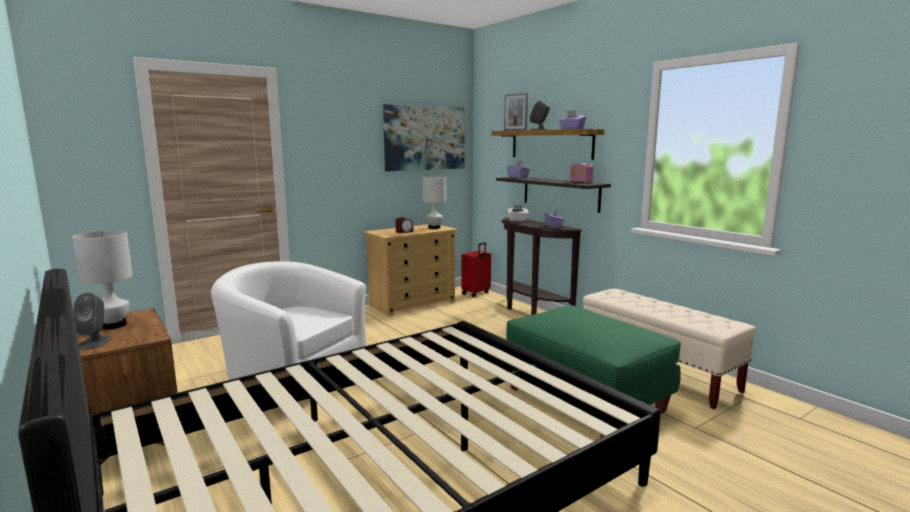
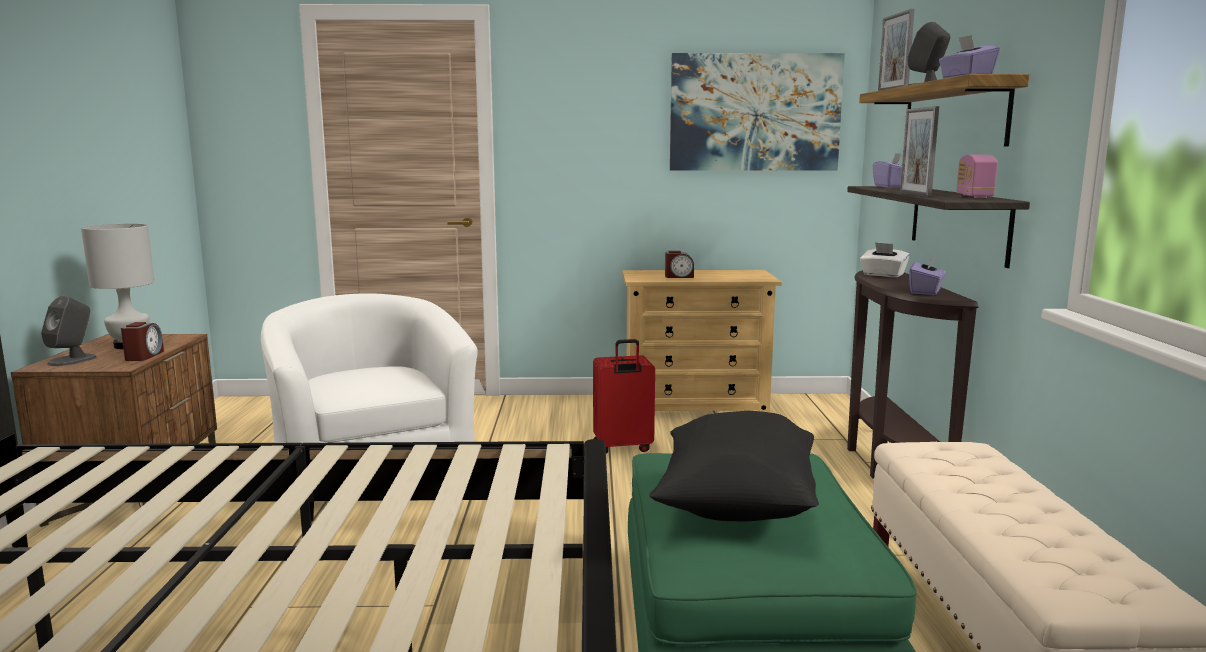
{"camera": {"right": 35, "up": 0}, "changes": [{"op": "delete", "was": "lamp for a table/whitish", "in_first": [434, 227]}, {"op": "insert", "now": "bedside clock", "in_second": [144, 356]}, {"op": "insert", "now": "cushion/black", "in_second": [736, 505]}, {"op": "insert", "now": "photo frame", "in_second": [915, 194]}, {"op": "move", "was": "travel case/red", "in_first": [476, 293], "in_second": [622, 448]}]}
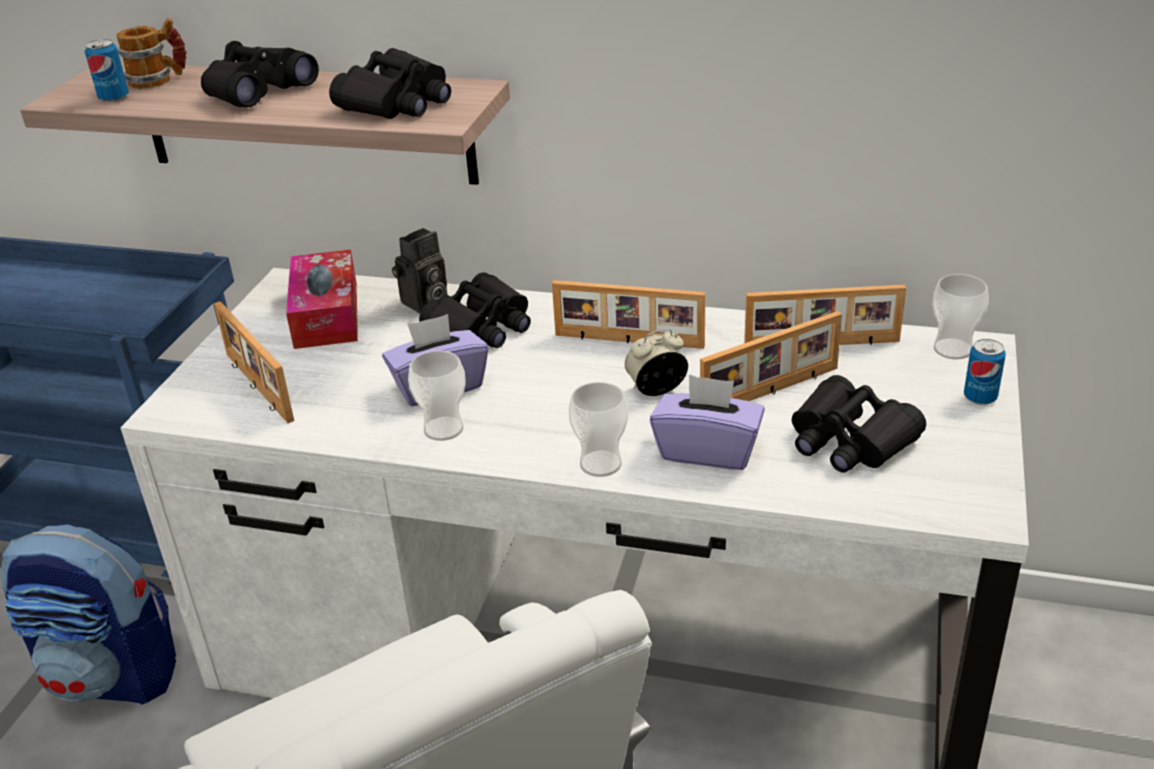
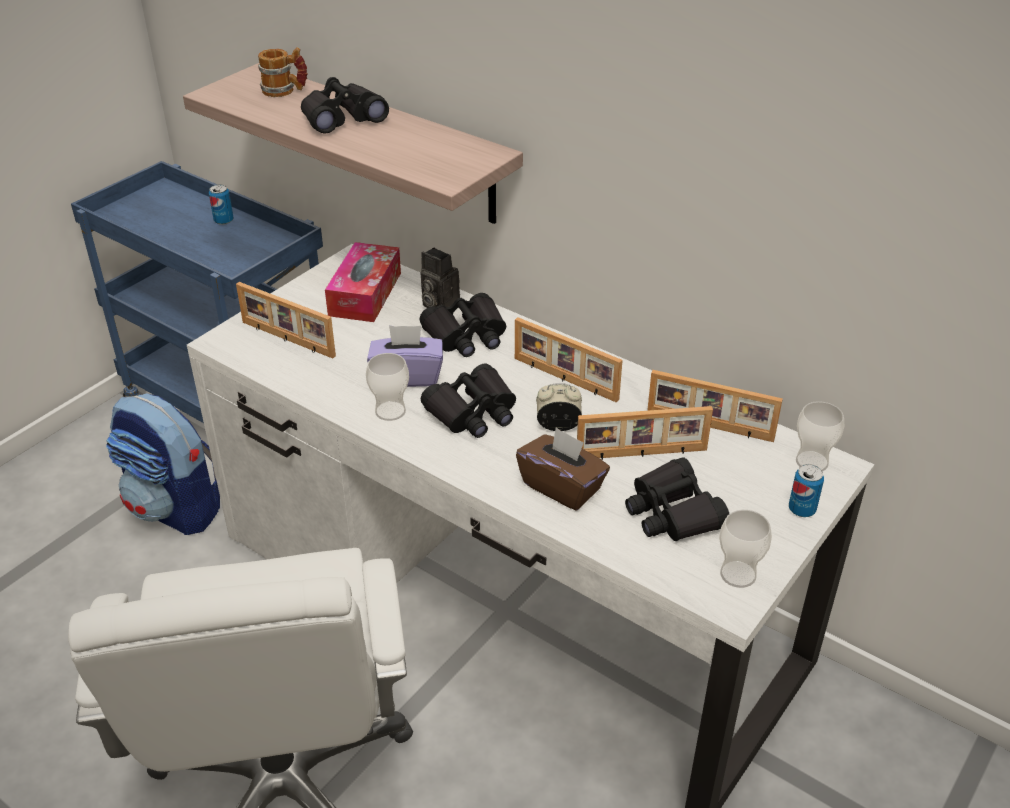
{"camera": {"right": 20, "up": 5}, "changes": [{"op": "move", "was": "can", "in_first": [114, 98], "in_second": [223, 220]}, {"op": "move", "was": "pair of binoculars/black", "in_first": [398, 102], "in_second": [473, 412]}, {"op": "move", "was": "cup", "in_first": [600, 464], "in_second": [738, 574]}, {"op": "recolor", "was": "box of tissues/purplish", "now": "box of tissues/brown-coloured", "in_first": [707, 450], "in_second": [562, 487]}, {"op": "rotate", "was": "photo frame", "in_first": [256, 387], "in_second": [287, 340], "clockwise": -45}, {"op": "rotate", "was": "photo camera", "in_first": [424, 303], "in_second": [438, 304], "clockwise": 60}]}
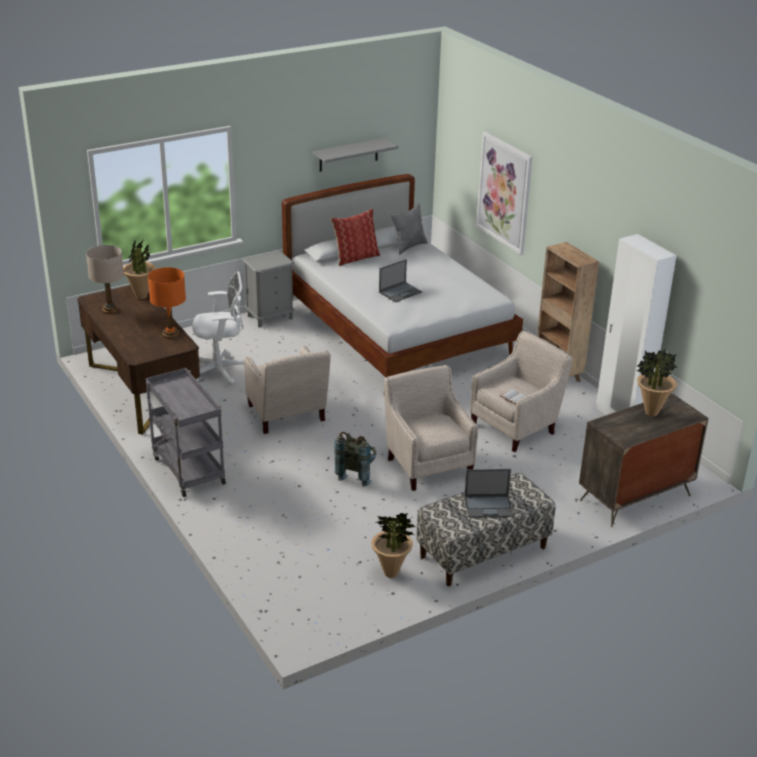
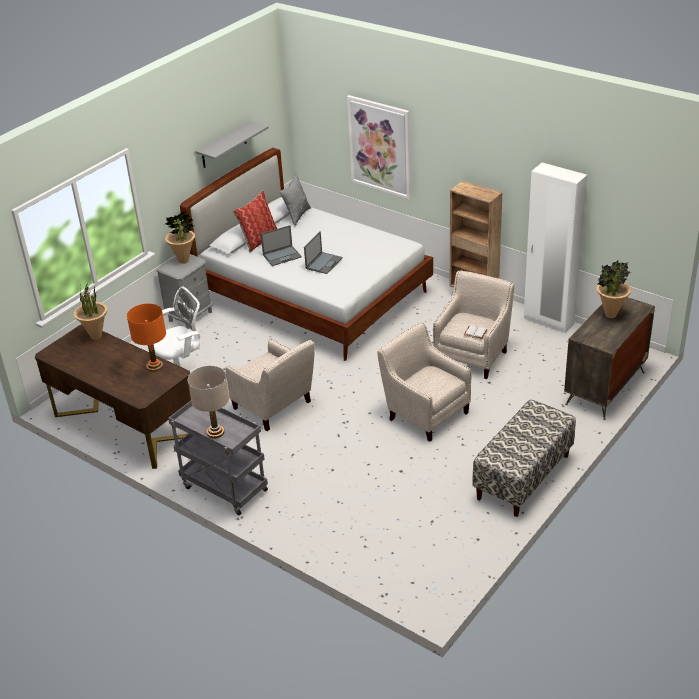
{"camera": {"right": -20, "up": 5}, "changes": [{"op": "delete", "was": "rucksack/gray", "in_first": [356, 474]}, {"op": "move", "was": "lamp for a table/beige", "in_first": [110, 310], "in_second": [215, 432]}, {"op": "move", "was": "houseplant", "in_first": [391, 573], "in_second": [184, 261]}, {"op": "move", "was": "laptop", "in_first": [489, 506], "in_second": [282, 256]}]}
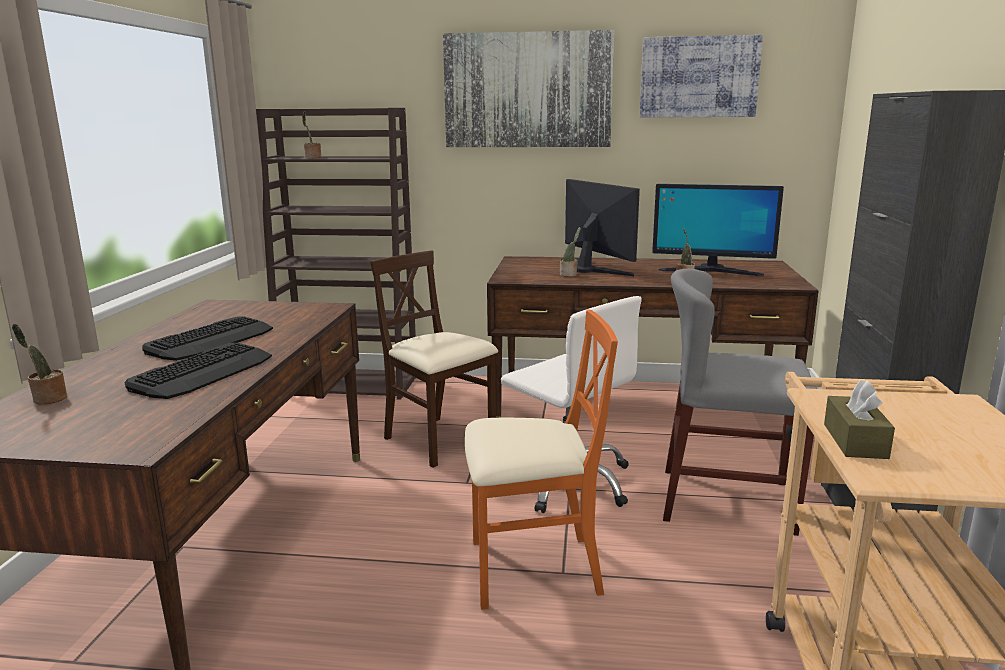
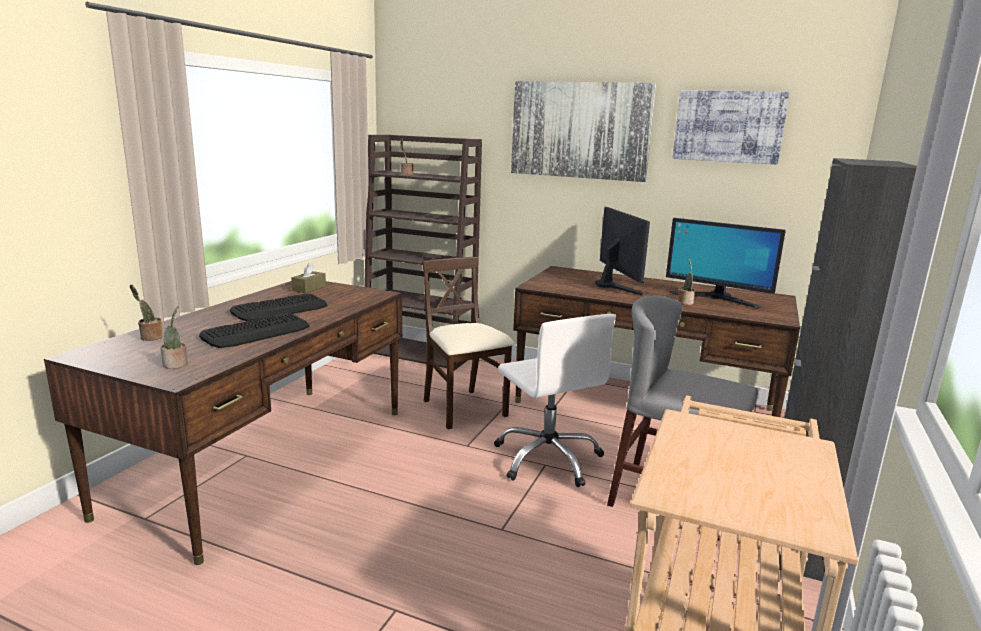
{"camera": {"right": 15, "up": 0}, "changes": [{"op": "delete", "was": "upright chair/orange", "in_first": [532, 569]}, {"op": "move", "was": "houseplant", "in_first": [569, 275], "in_second": [176, 365]}, {"op": "move", "was": "box of tissues/brown-coloured", "in_first": [855, 441], "in_second": [309, 288]}]}
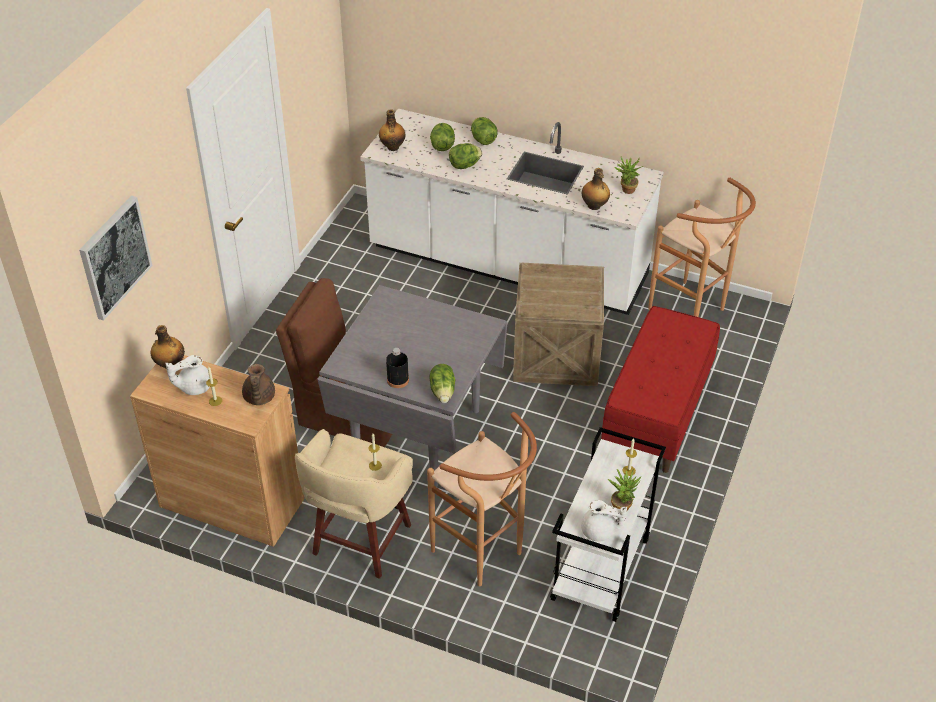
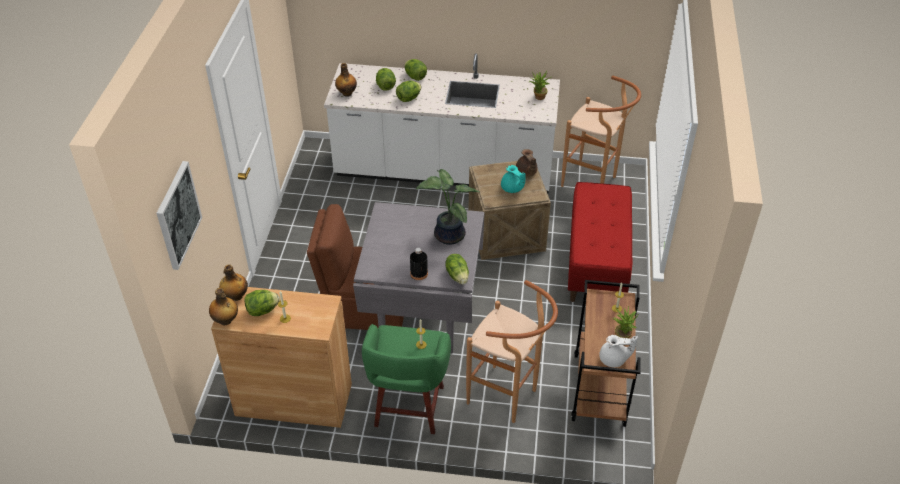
{"camera": {"right": -15, "up": 0}, "changes": [{"op": "insert", "now": "houseplant", "in_second": [447, 235]}, {"op": "insert", "now": "tea pot/turquoise", "in_second": [512, 189]}, {"op": "move", "was": "tea pot/brown-coloured", "in_first": [258, 398], "in_second": [526, 172]}, {"op": "move", "was": "bottle", "in_first": [594, 206], "in_second": [226, 320]}, {"op": "replace", "was": "tea pot/whitish", "now": "head of lettuce", "in_first": [194, 386], "in_second": [262, 310]}, {"op": "recolor", "was": "stool seat/beige", "now": "stool seat/green", "in_first": [360, 542], "in_second": [408, 409]}, {"op": "recolor", "was": "trolley/whitish", "now": "trolley/brown-coloured", "in_first": [601, 570], "in_second": [600, 390]}]}
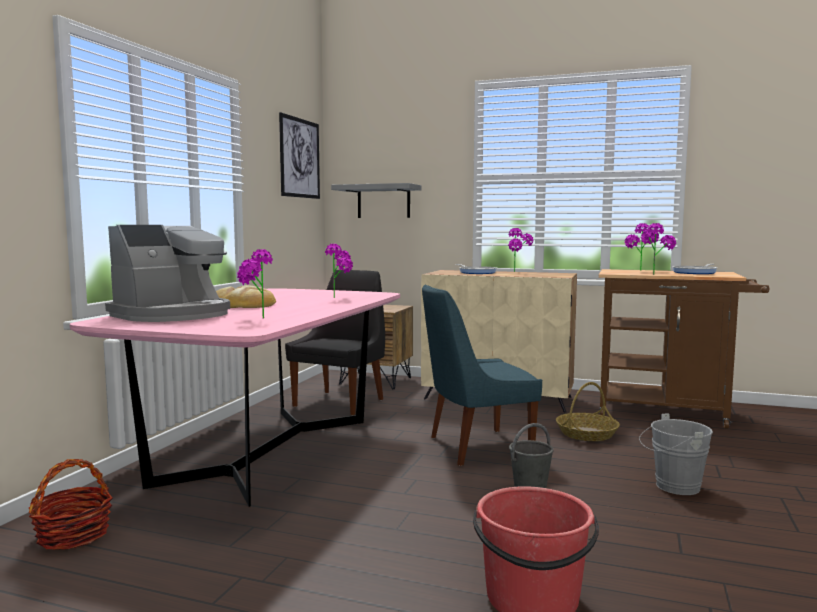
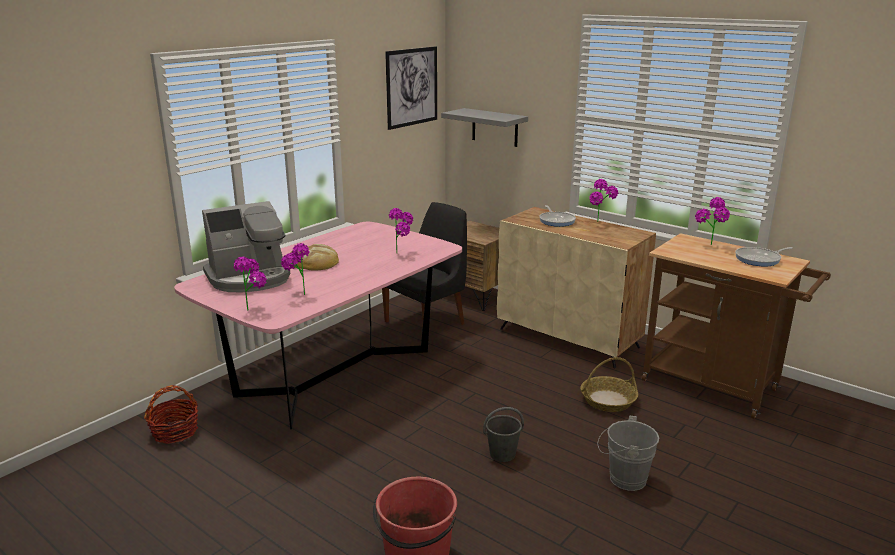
{"camera": {"right": 20, "up": 15}, "changes": [{"op": "delete", "was": "upright chair/blue", "in_first": [475, 447]}, {"op": "move", "was": "houseplant", "in_first": [654, 274], "in_second": [254, 308]}]}
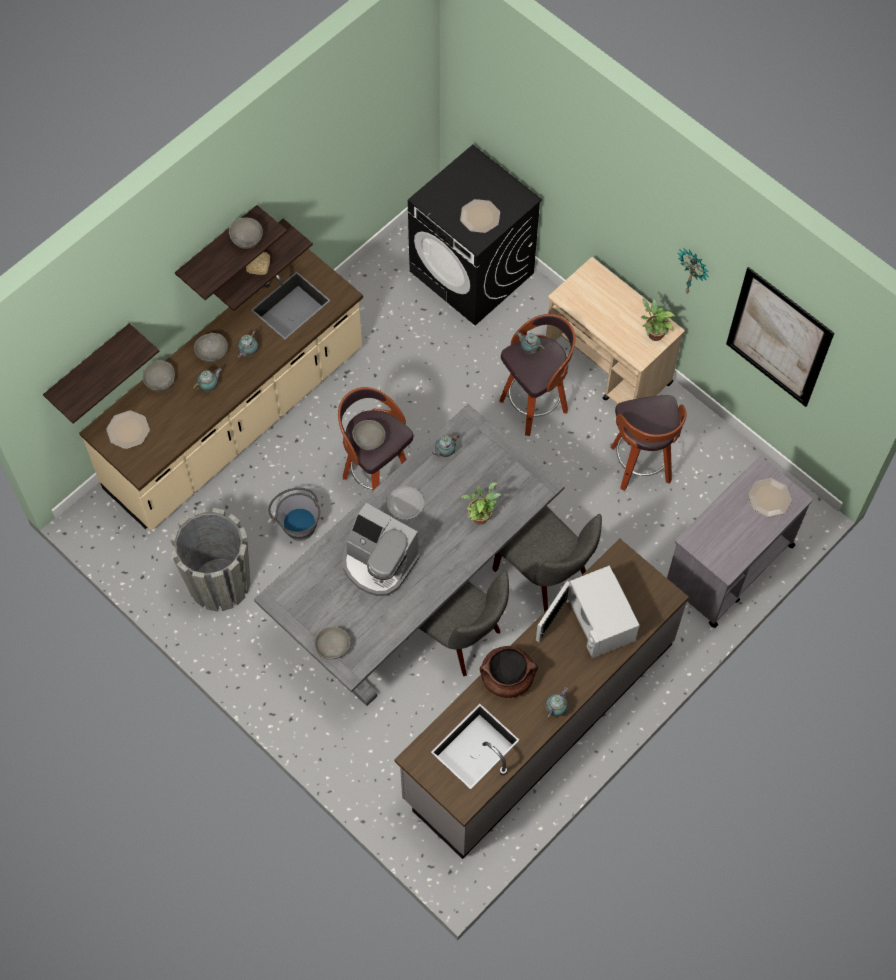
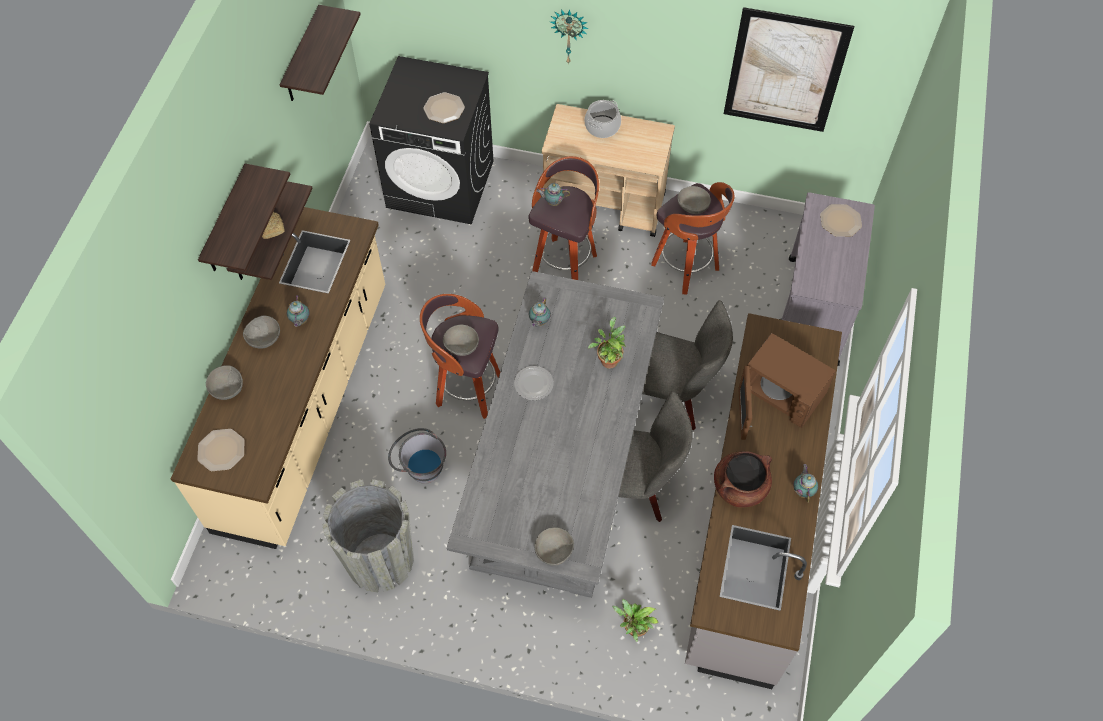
{"camera": {"right": -30, "up": -5}, "changes": [{"op": "delete", "was": "tea pot", "in_first": [209, 387]}, {"op": "delete", "was": "coffee brewer", "in_first": [378, 563]}, {"op": "insert", "now": "saucepot", "in_second": [602, 127]}, {"op": "move", "was": "shelf", "in_first": [89, 367], "in_second": [302, 57]}, {"op": "move", "was": "deep dish/gray", "in_first": [247, 240], "in_second": [693, 207]}, {"op": "move", "was": "houseplant", "in_first": [653, 333], "in_second": [633, 629]}, {"op": "move", "was": "clock on the wall", "in_first": [693, 271], "in_second": [569, 35]}, {"op": "recolor", "was": "microwave/whitish", "now": "microwave/brown-coloured", "in_first": [595, 619], "in_second": [779, 393]}]}
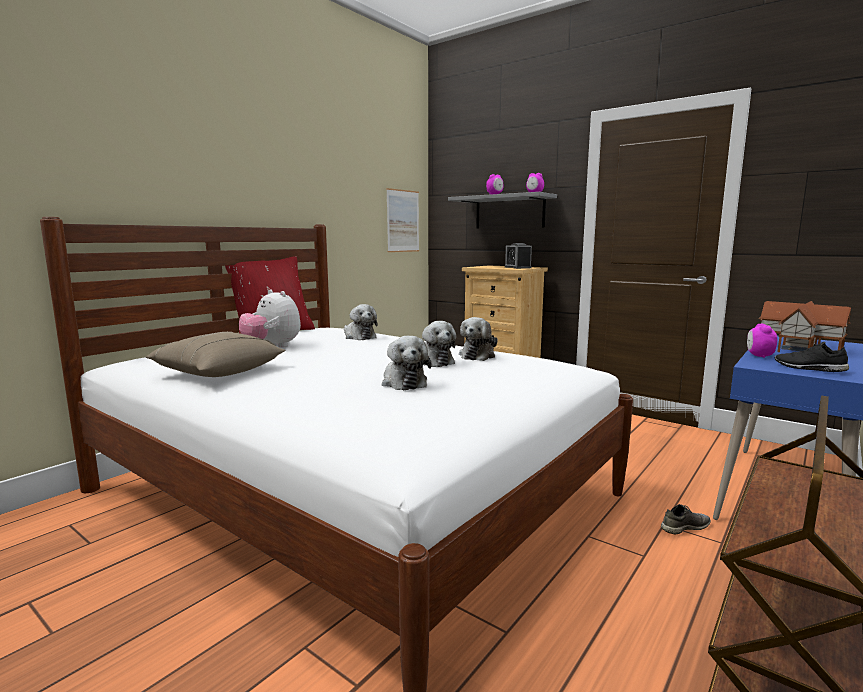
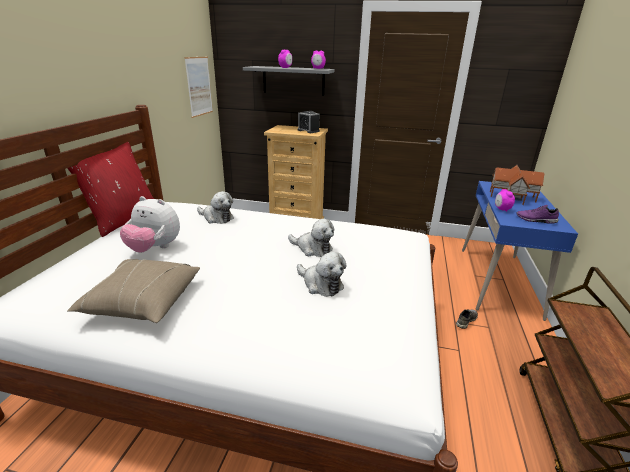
{"camera": {"right": -25, "up": 15}, "changes": [{"op": "delete", "was": "plush toy", "in_first": [478, 355]}, {"op": "recolor", "was": "item of footwear/black", "now": "item of footwear/purplish", "in_first": [808, 368], "in_second": [535, 220]}]}
